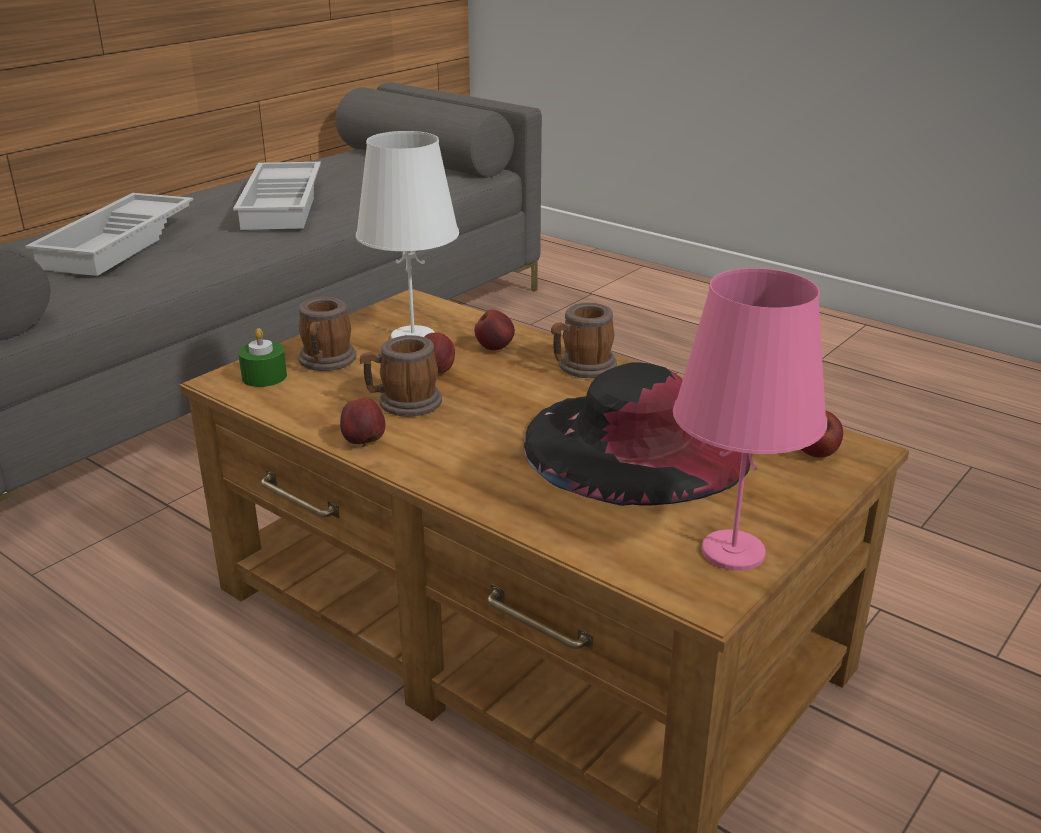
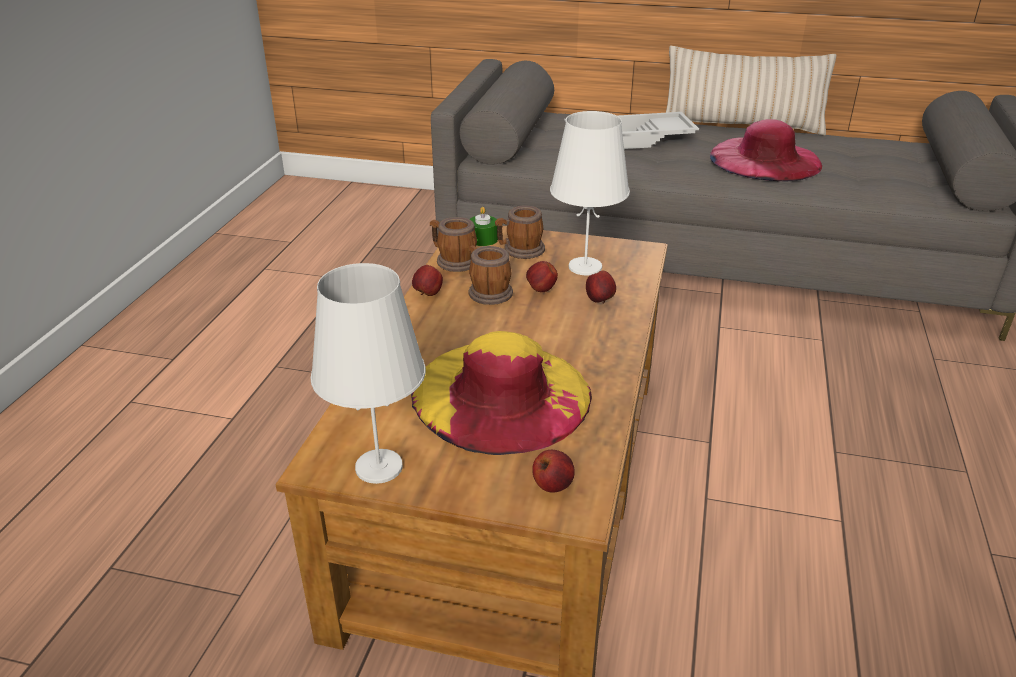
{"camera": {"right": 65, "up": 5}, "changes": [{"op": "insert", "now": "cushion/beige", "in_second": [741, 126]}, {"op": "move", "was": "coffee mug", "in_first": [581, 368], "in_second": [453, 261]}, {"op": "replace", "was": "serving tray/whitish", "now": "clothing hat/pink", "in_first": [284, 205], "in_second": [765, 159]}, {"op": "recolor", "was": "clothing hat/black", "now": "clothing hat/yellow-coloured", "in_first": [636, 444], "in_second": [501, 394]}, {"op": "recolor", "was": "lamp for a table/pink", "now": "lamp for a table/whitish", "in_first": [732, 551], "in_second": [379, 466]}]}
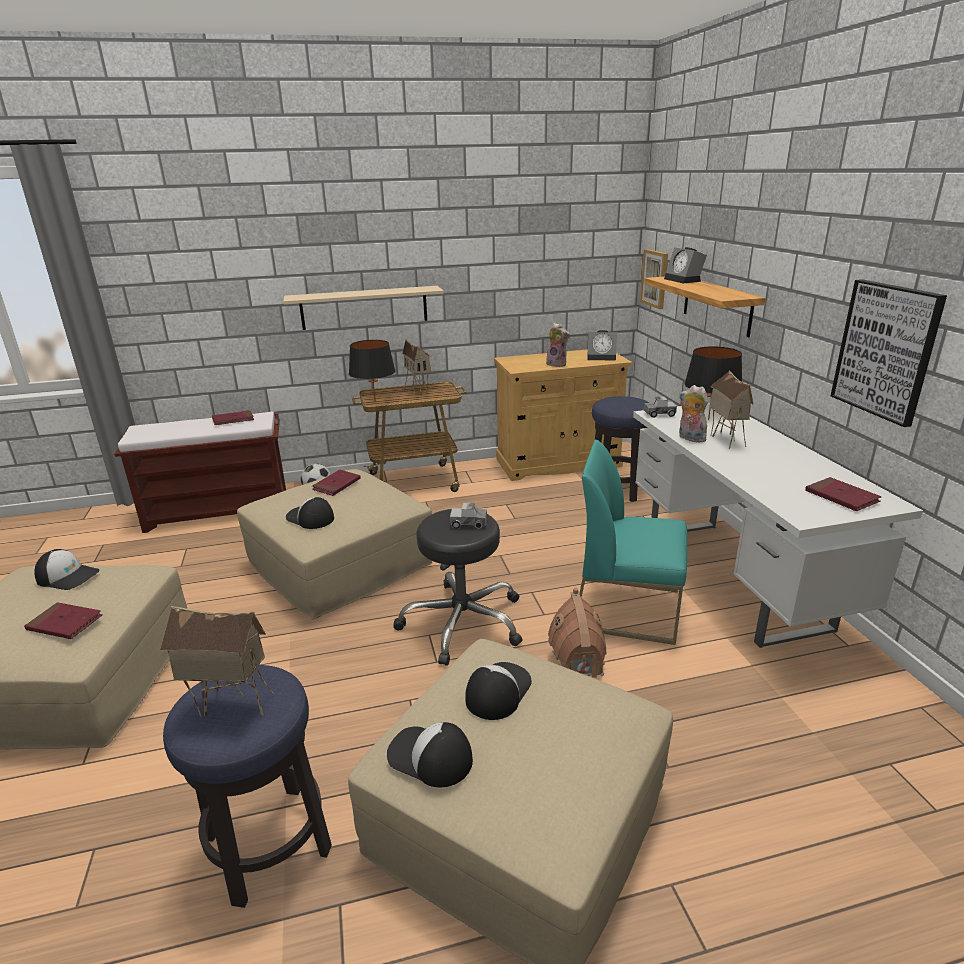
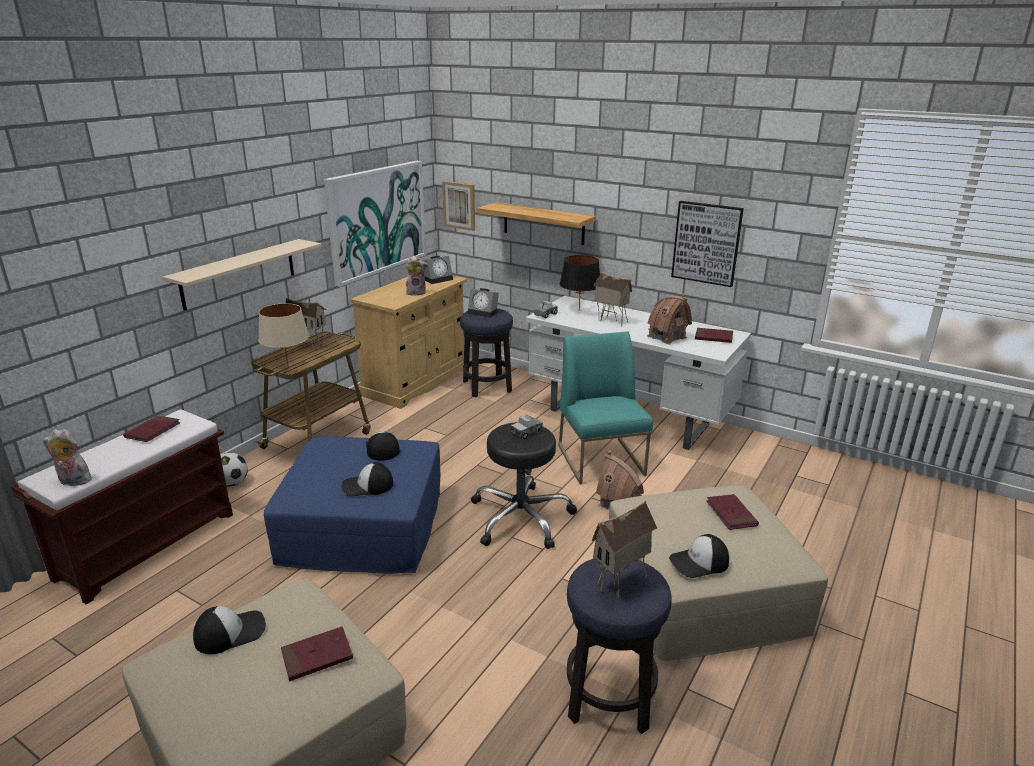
{"camera": {"right": -45, "up": 0}, "changes": [{"op": "insert", "now": "wall picture", "in_second": [377, 220]}, {"op": "insert", "now": "model house", "in_second": [667, 337]}, {"op": "move", "was": "bound book/red", "in_first": [336, 485], "in_second": [731, 514]}, {"op": "move", "was": "cap", "in_first": [497, 691], "in_second": [382, 448]}, {"op": "move", "was": "bedside clock", "in_first": [684, 280], "in_second": [484, 312]}, {"op": "move", "was": "plush toy", "in_first": [690, 438], "in_second": [73, 482]}, {"op": "recolor", "was": "pouffe/beige", "now": "pouffe/blue", "in_first": [339, 564], "in_second": [363, 527]}, {"op": "recolor", "was": "lamp for a table/black", "now": "lamp for a table/beige", "in_first": [375, 401], "in_second": [288, 367]}, {"op": "rotate", "was": "upright chair/turquoise", "in_first": [628, 608], "in_second": [602, 461], "clockwise": 105}]}
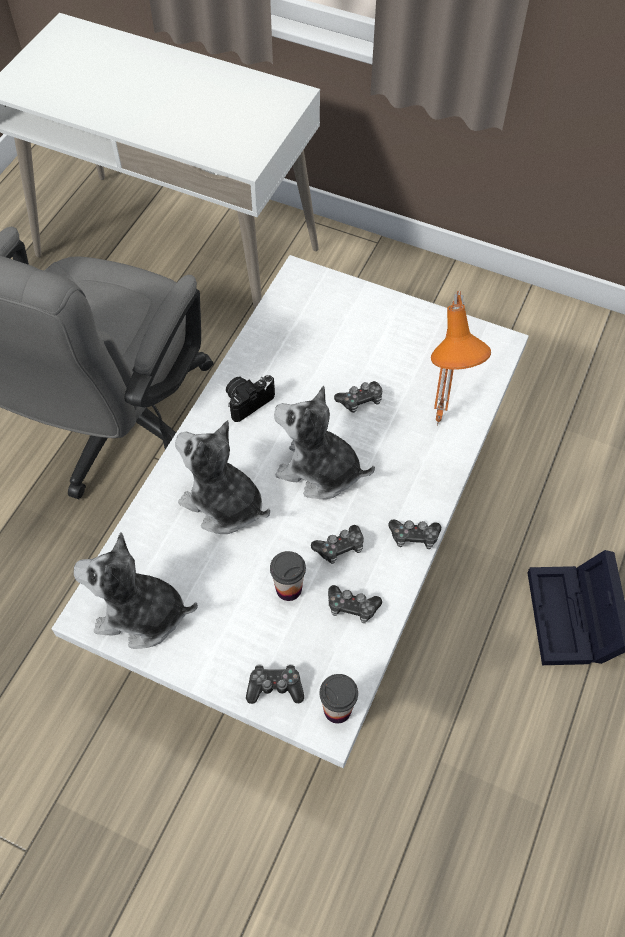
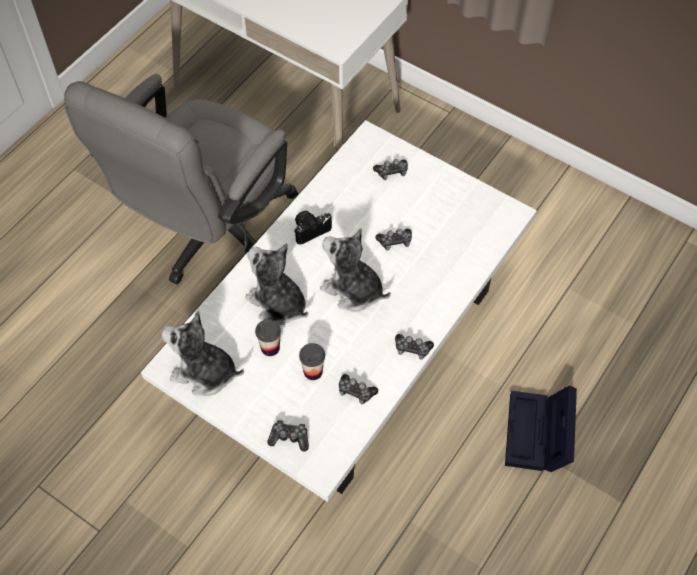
{"camera": {"right": 10, "up": 0}, "changes": [{"op": "delete", "was": "lamp for a table/orange", "in_first": [442, 422]}, {"op": "move", "was": "joypad", "in_first": [339, 548], "in_second": [391, 172]}, {"op": "move", "was": "cup", "in_first": [337, 709], "in_second": [270, 348]}]}
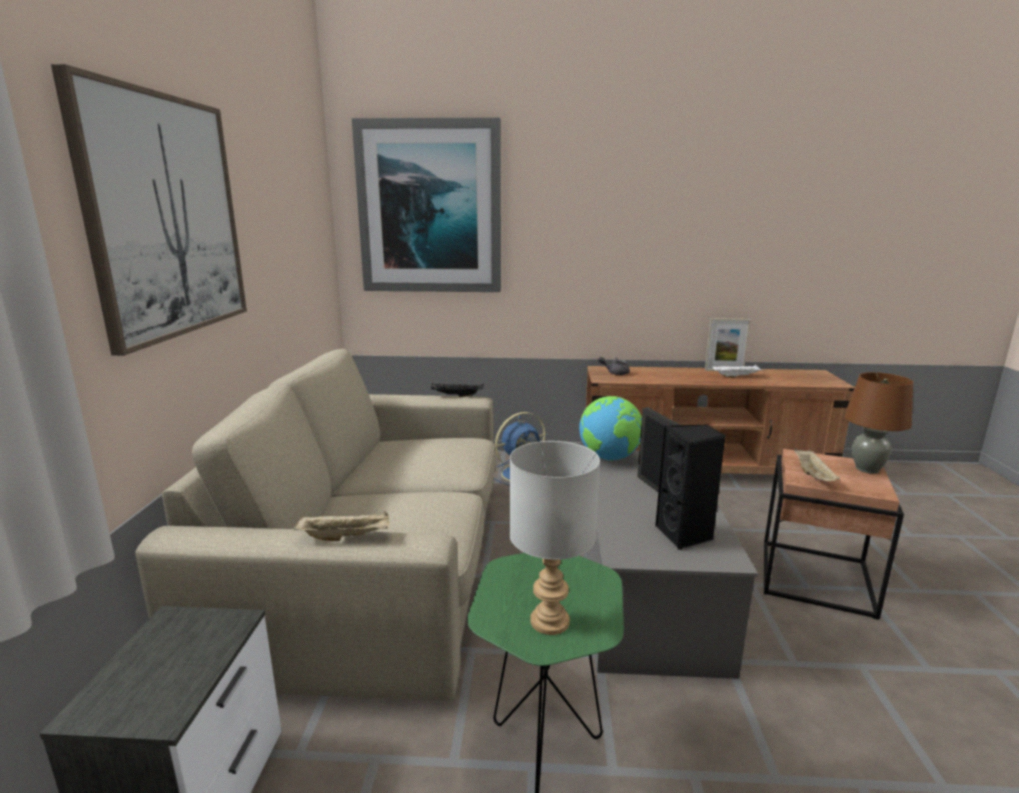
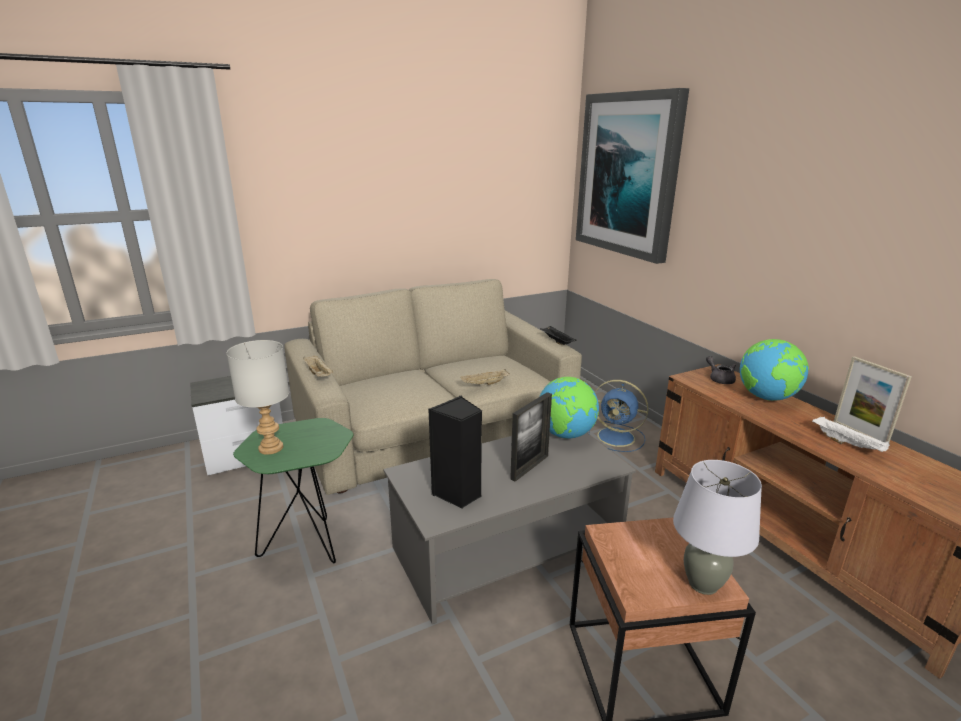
{"camera": {"right": 60, "up": 5}, "changes": [{"op": "delete", "was": "wall picture", "in_first": [166, 217]}, {"op": "insert", "now": "desk globe", "in_second": [767, 398]}, {"op": "move", "was": "serving tray/beige", "in_first": [813, 476], "in_second": [484, 384]}, {"op": "recolor", "was": "lamp for a table/brown-coloured", "now": "lamp for a table/gray", "in_first": [867, 469], "in_second": [703, 584]}]}
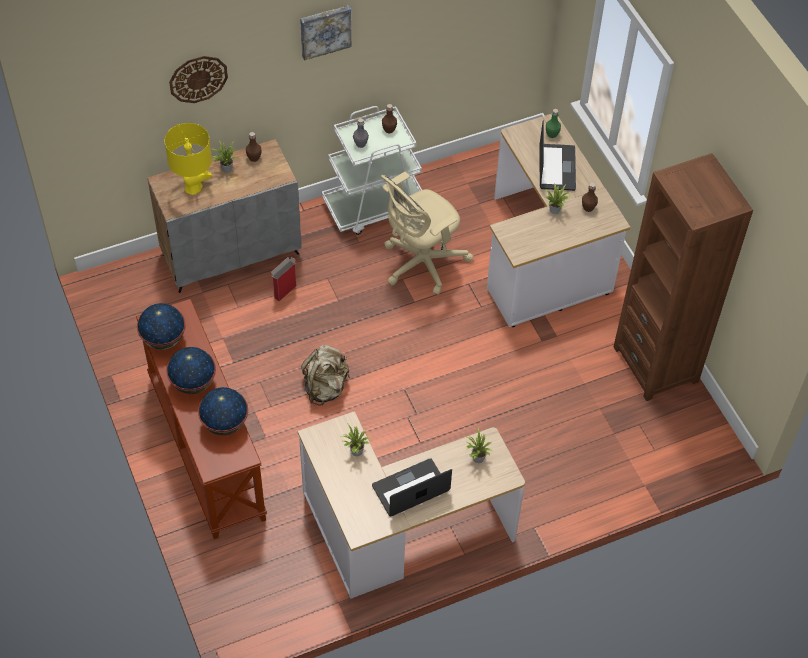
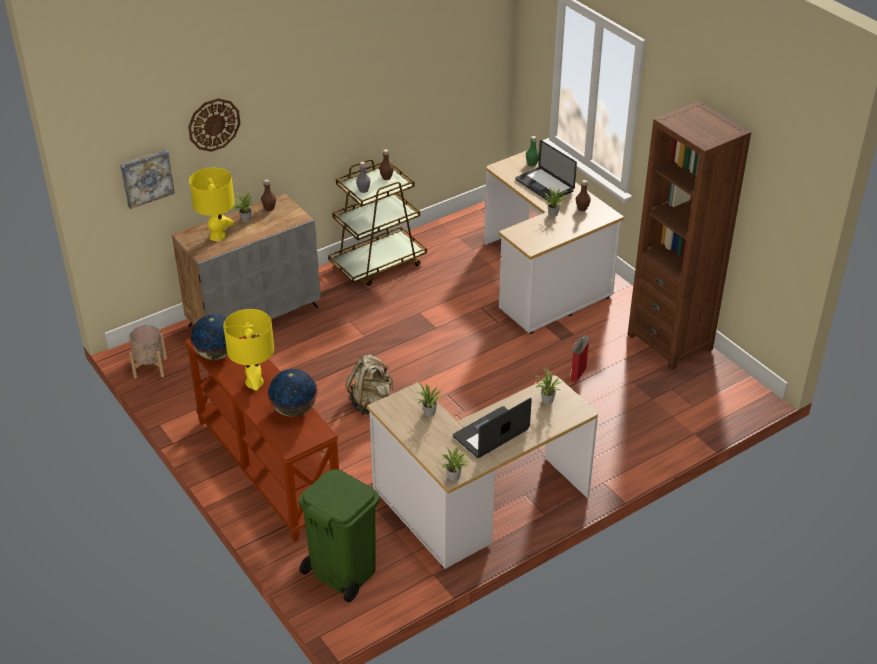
{"camera": {"right": -10, "up": -15}, "changes": [{"op": "delete", "was": "office chair/beige", "in_first": [421, 264]}, {"op": "insert", "now": "flower pot/beige", "in_second": [150, 368]}, {"op": "insert", "now": "trash can/green", "in_second": [342, 571]}, {"op": "insert", "now": "houseplant", "in_second": [454, 477]}, {"op": "move", "was": "carton", "in_first": [285, 292], "in_second": [578, 374]}, {"op": "move", "was": "wall picture", "in_first": [325, 31], "in_second": [146, 177]}, {"op": "replace", "was": "desk globe", "now": "lamp for a table/yellow-coloured", "in_first": [193, 383], "in_second": [254, 383]}, {"op": "recolor", "was": "trolley/whitish", "now": "trolley/brown-coloured", "in_first": [375, 206], "in_second": [378, 264]}, {"op": "rotate", "was": "laptop", "in_first": [557, 168], "in_second": [544, 185], "clockwise": 150}]}
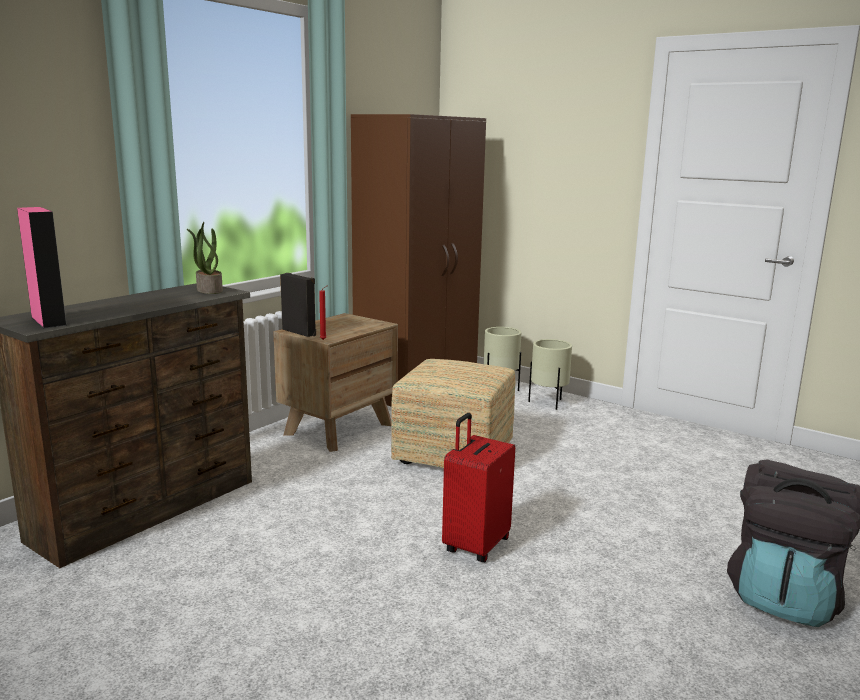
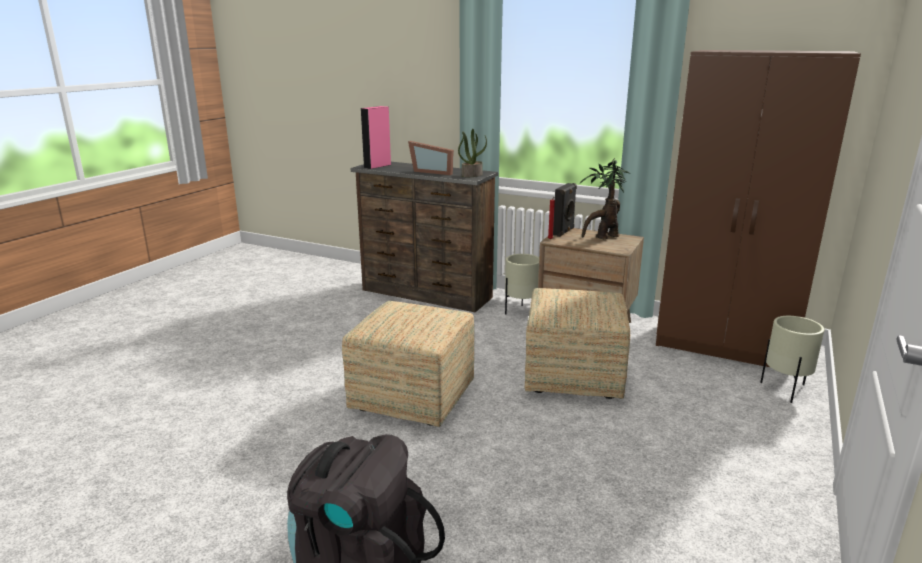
{"camera": {"right": 80, "up": 5}, "changes": [{"op": "insert", "now": "photo frame", "in_second": [433, 171]}, {"op": "insert", "now": "houseplant", "in_second": [603, 237]}, {"op": "move", "was": "flower pot/beige", "in_first": [548, 404], "in_second": [521, 312]}, {"op": "replace", "was": "travel case/red", "now": "pouffe", "in_first": [475, 545], "in_second": [414, 398]}]}
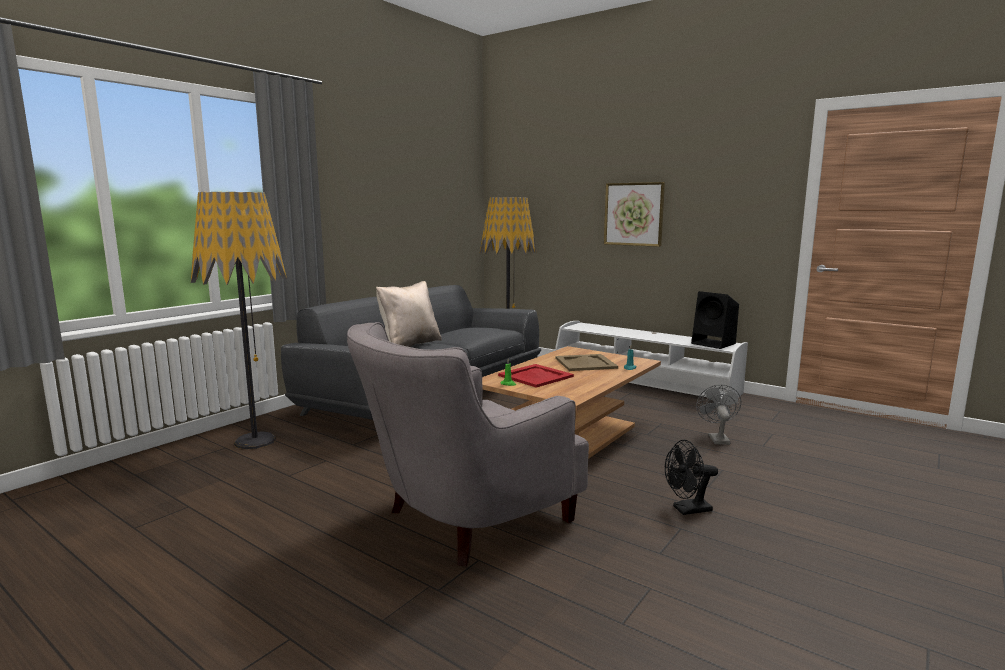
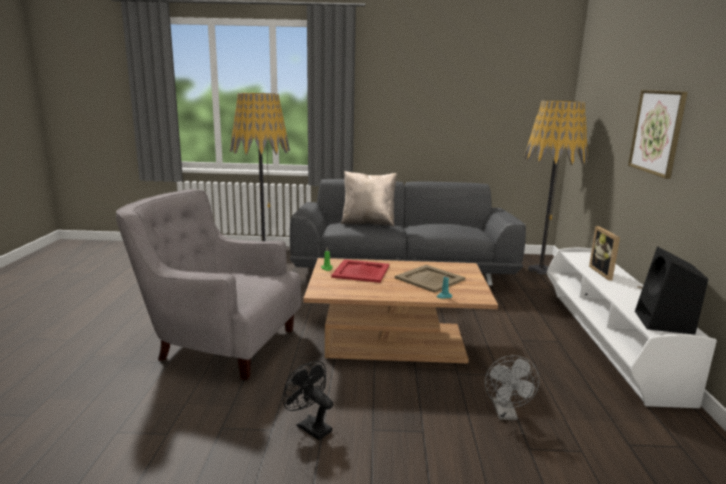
{"camera": {"right": 55, "up": 5}, "changes": [{"op": "insert", "now": "photo frame", "in_second": [604, 273]}, {"op": "rotate", "was": "fan/gray", "in_first": [717, 438], "in_second": [506, 414], "clockwise": 120}]}
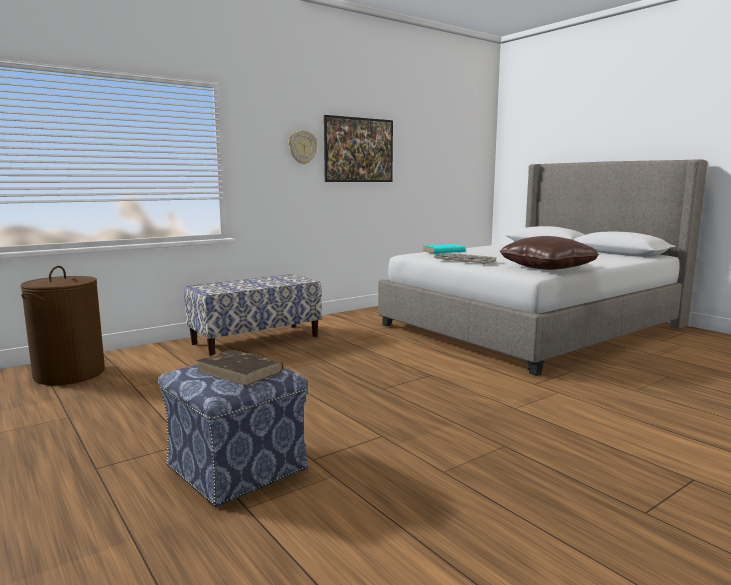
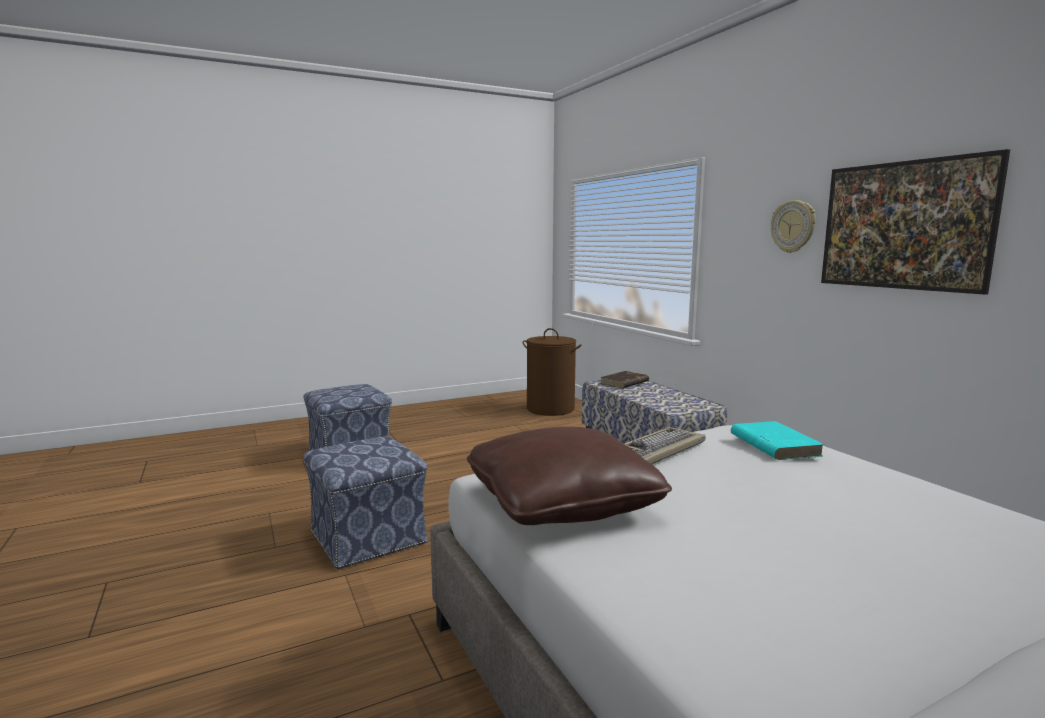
{"camera": {"right": 100, "up": 0}, "changes": [{"op": "insert", "now": "pouffe", "in_second": [368, 538]}, {"op": "move", "was": "bound book/brown-coloured", "in_first": [240, 371], "in_second": [624, 382]}]}
